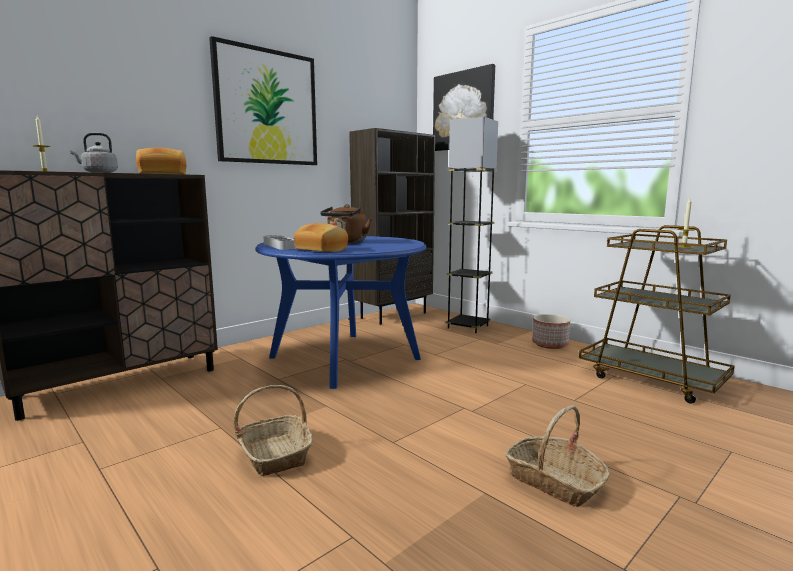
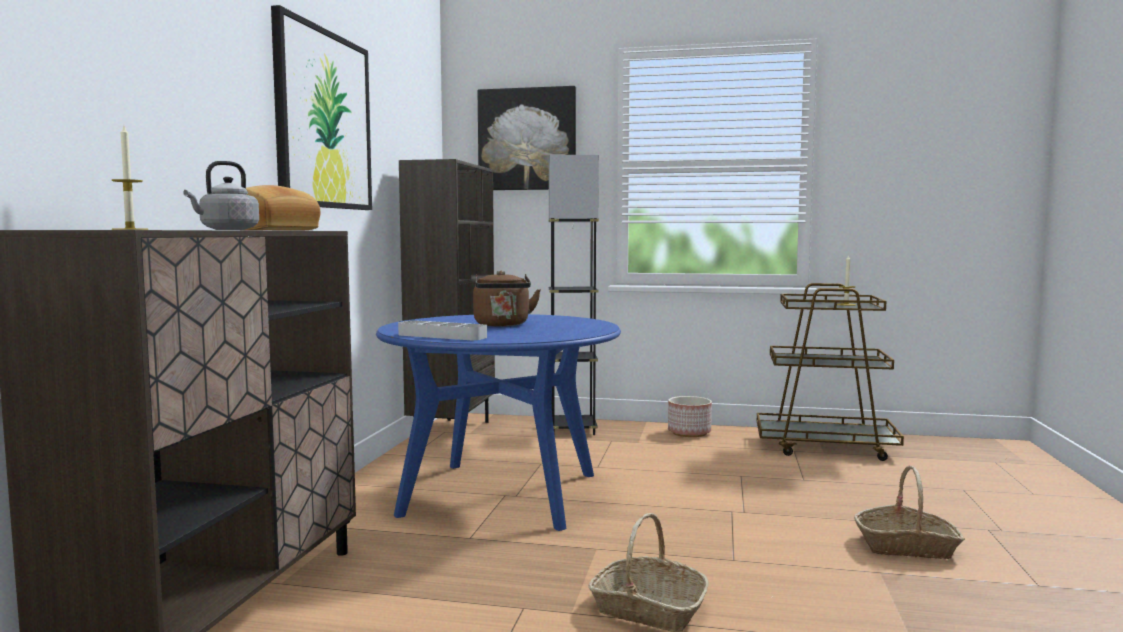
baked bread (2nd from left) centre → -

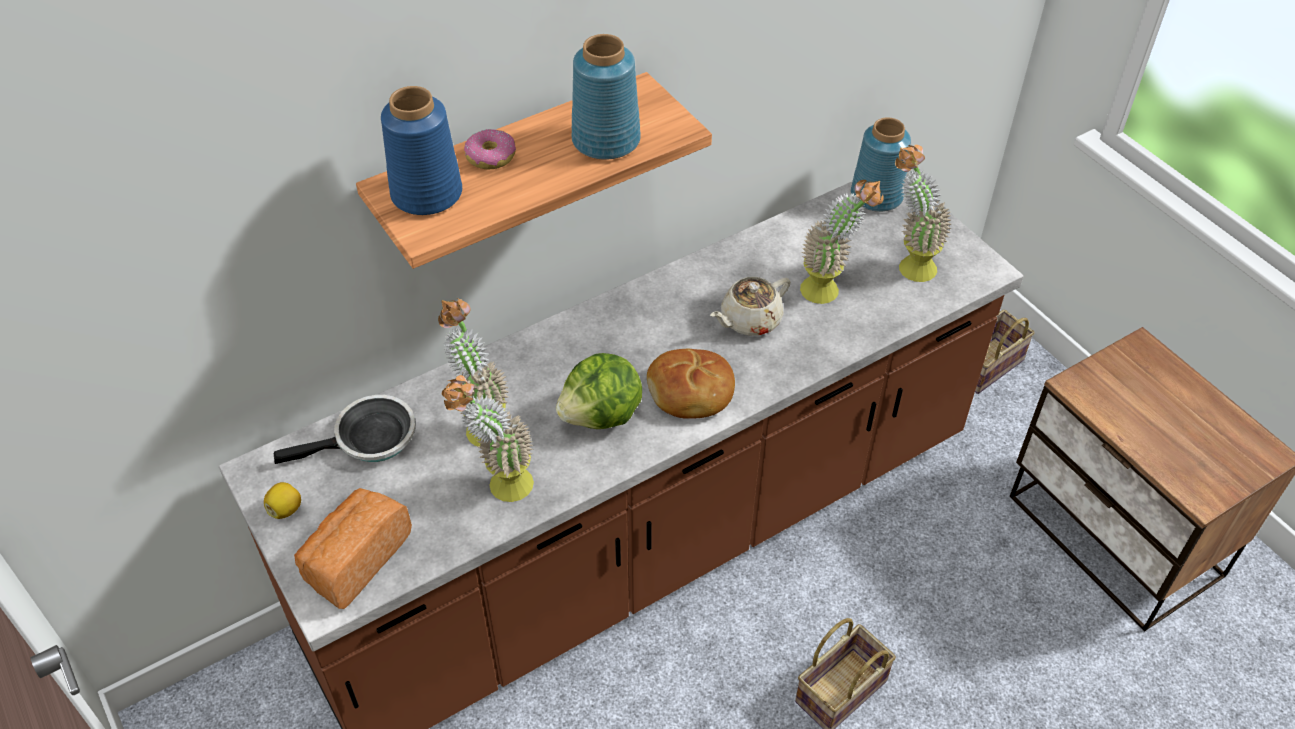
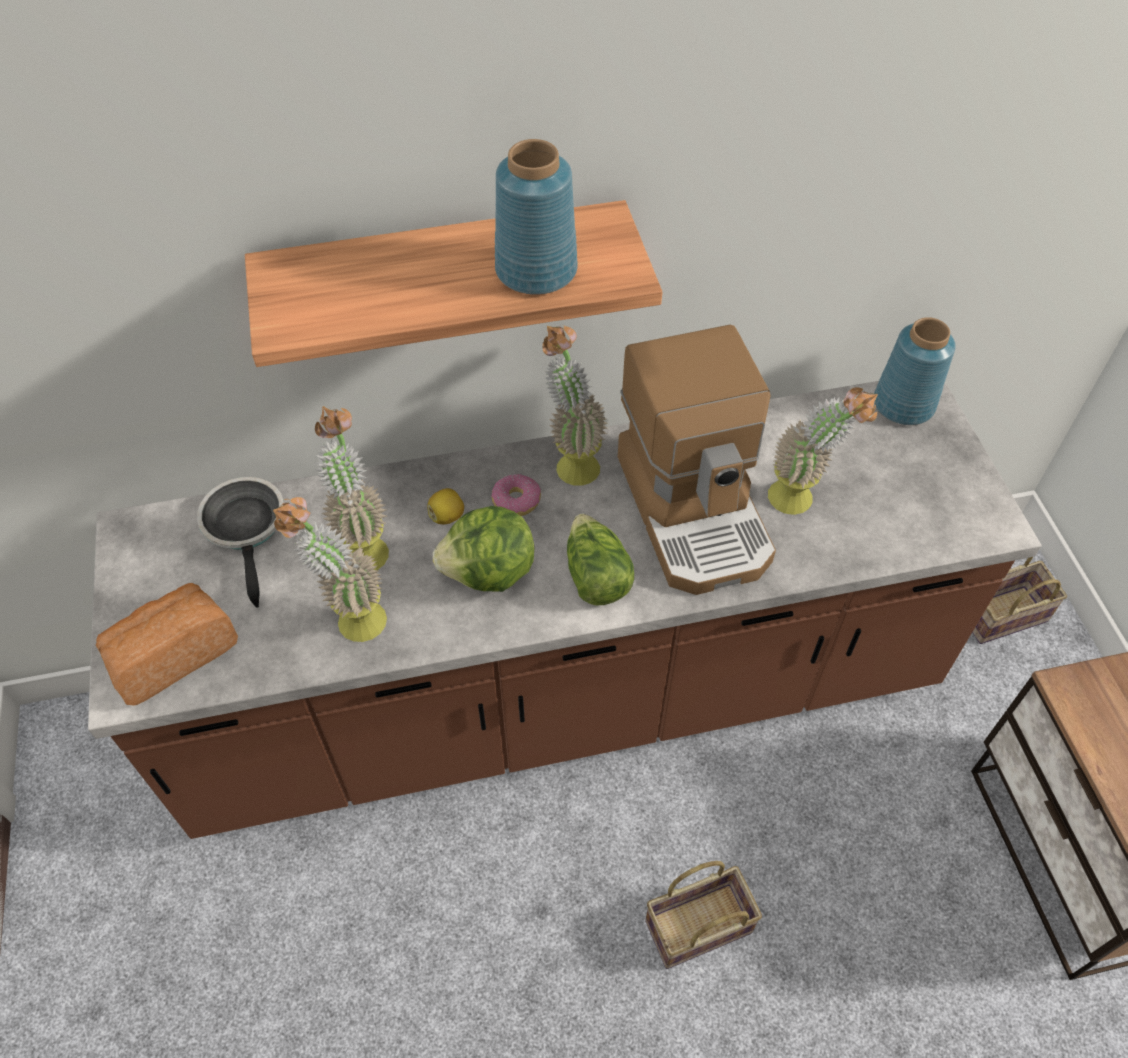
blue-coloured decorative vase (1st from left) top left → -
donut top centre → donut centre, move
houseplant (4th from left in the first image) top right → houseplant (3rd from left) centre, move
sand-coloured teapot centre → coffee maker centre
baked bread (2nd from left) centre → head of lettuce (2nd from left) centre
frying pan middle left, 105 degrees counterclockwise
citrus fruit bottom left → citrus fruit centre, move

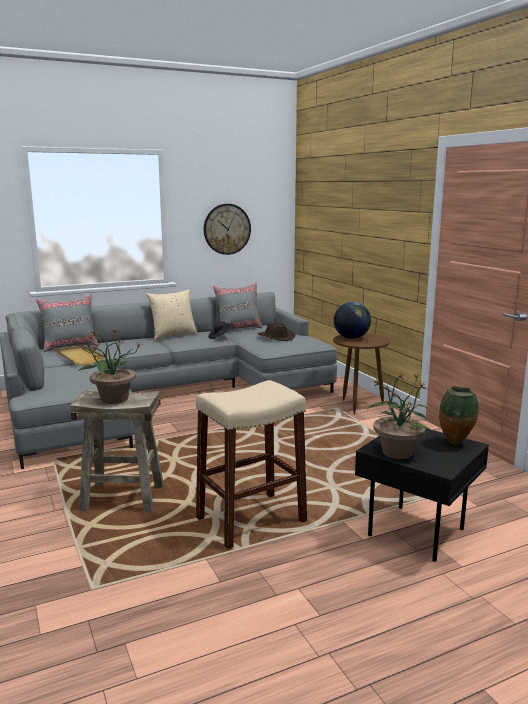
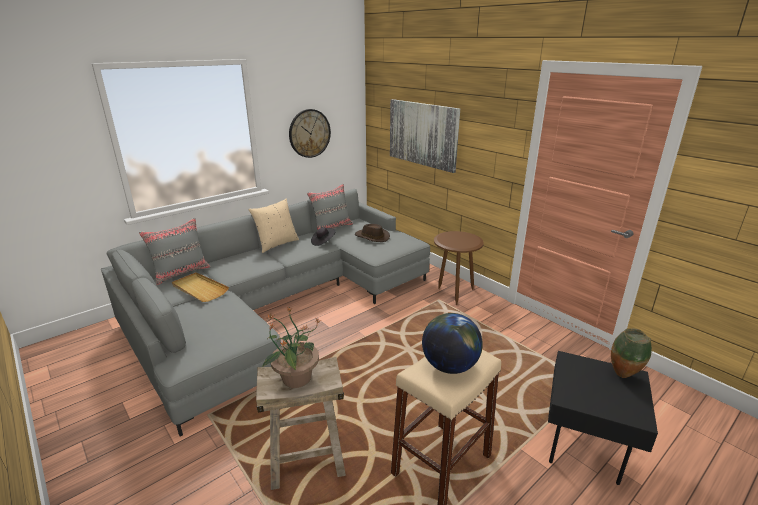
desk globe middle right → desk globe bottom centre, move
houseplant (2nd from left) middle right → -
- → picture top centre

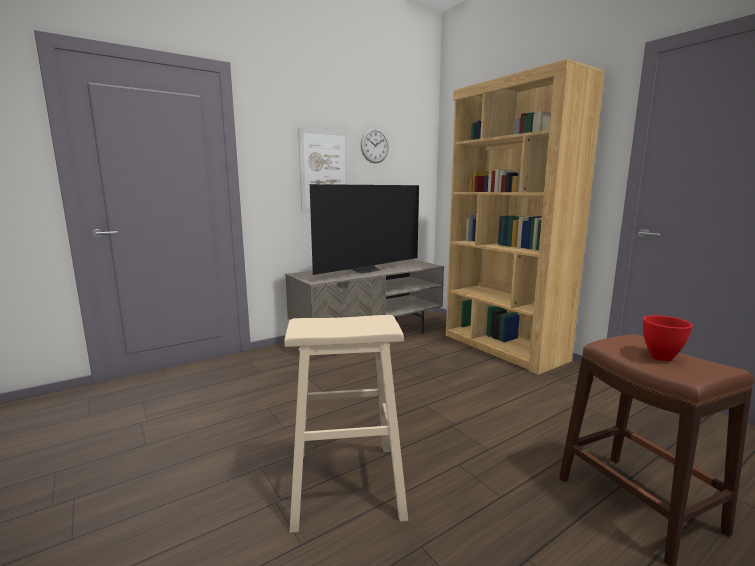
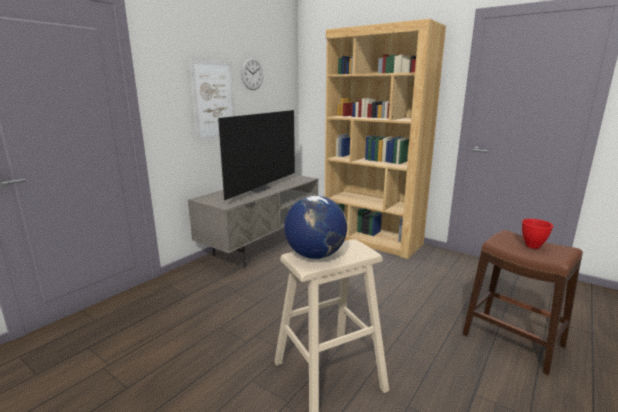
- → desk globe centre

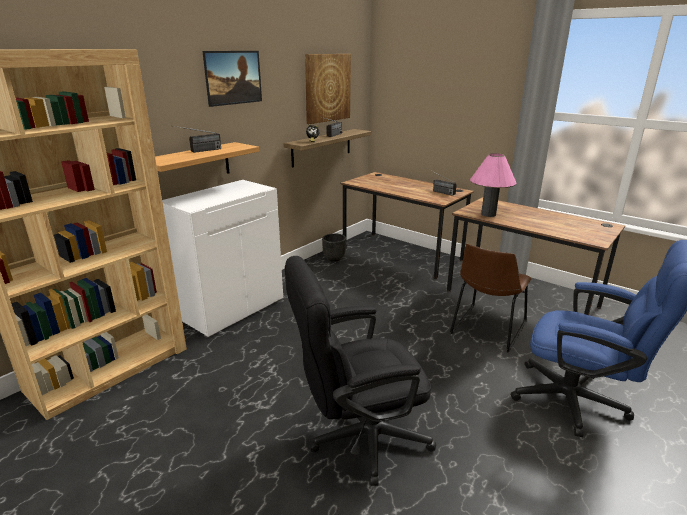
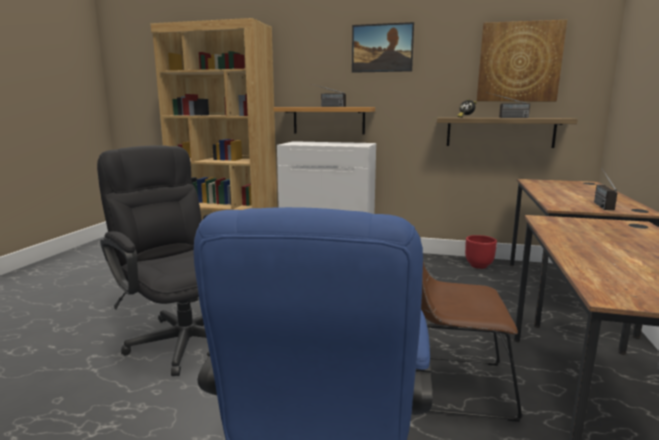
pink table lamp middle right → -
black-coloured plant pot centre → reddish plant pot middle right

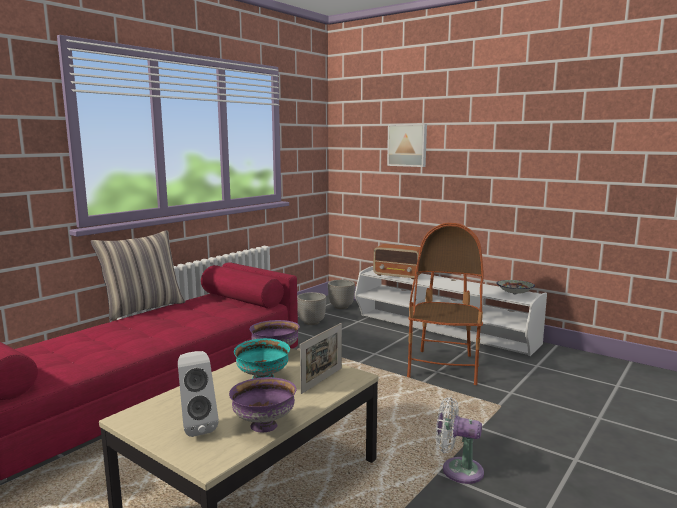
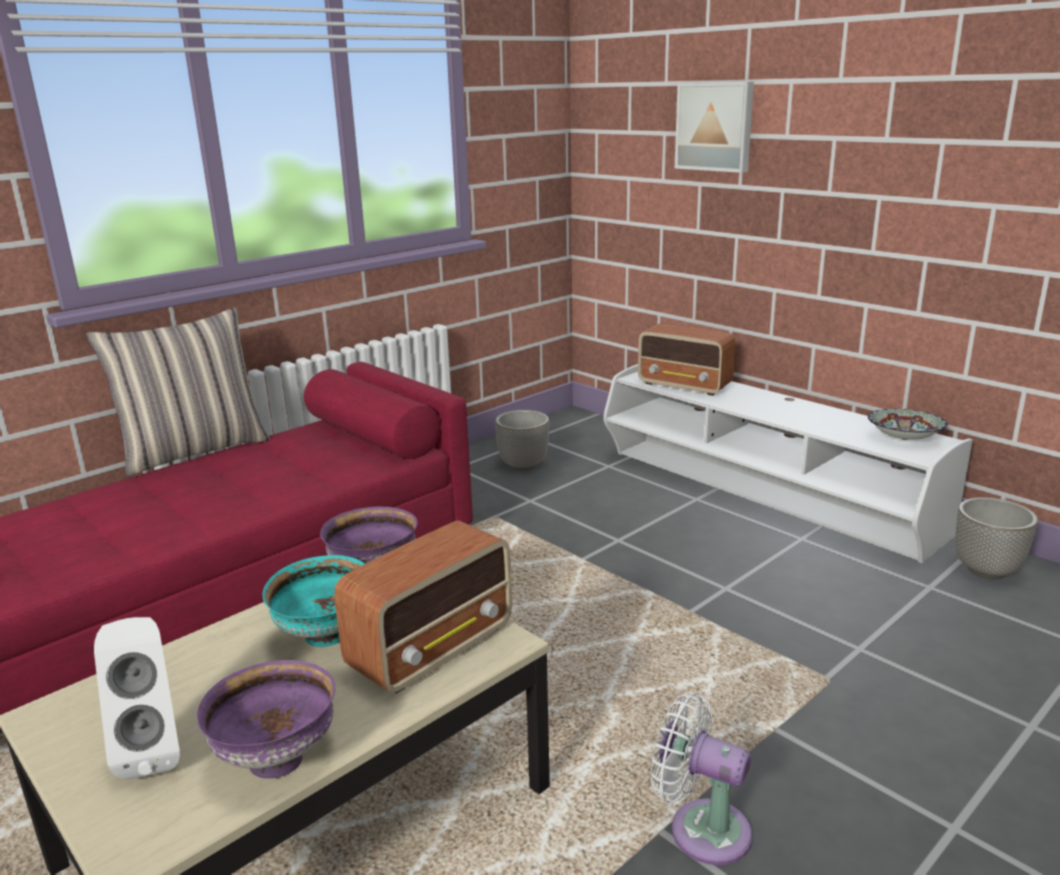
armchair centre → -
plant pot (2nd from left) centre → plant pot (2nd from left) middle right, move
standing frame bottom centre → radio set (1st from left) bottom centre

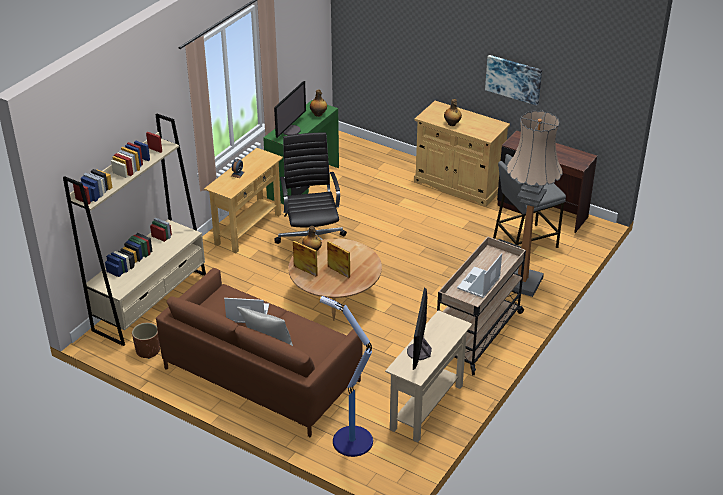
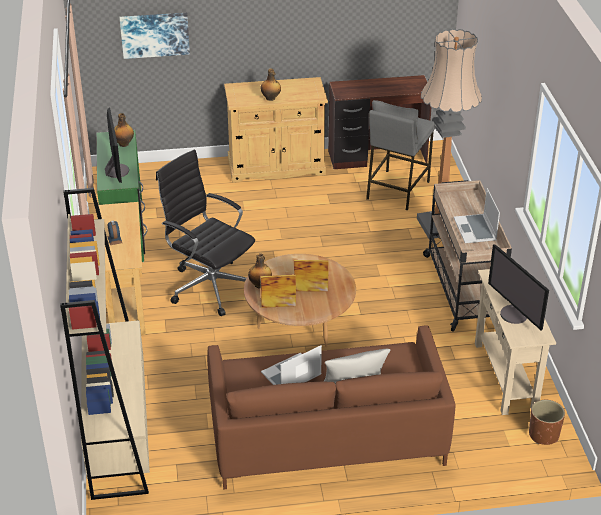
picture top right → picture top left, move
standard lamp (1st from left) bottom centre → -
brown plant pot bottom left → brown plant pot bottom right, move

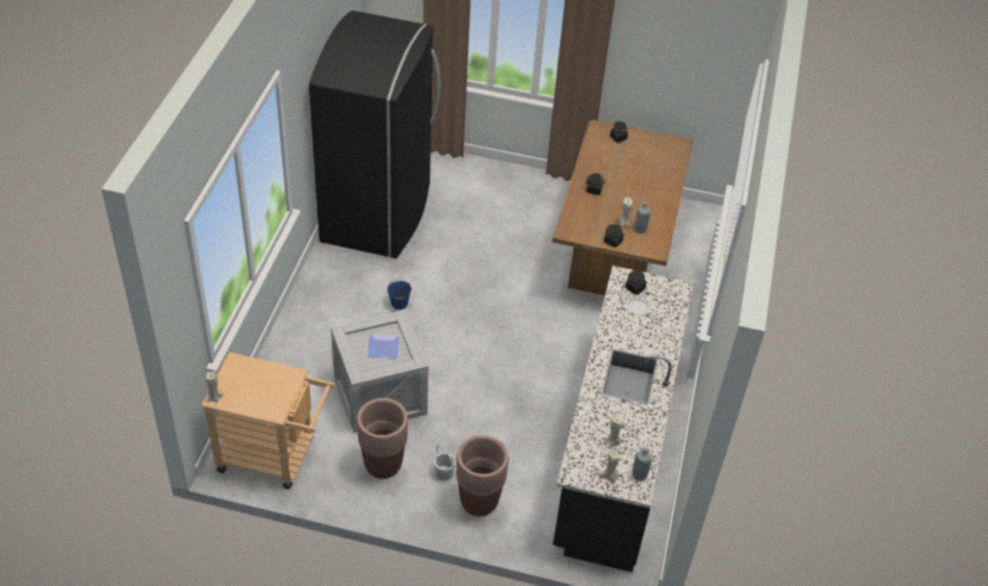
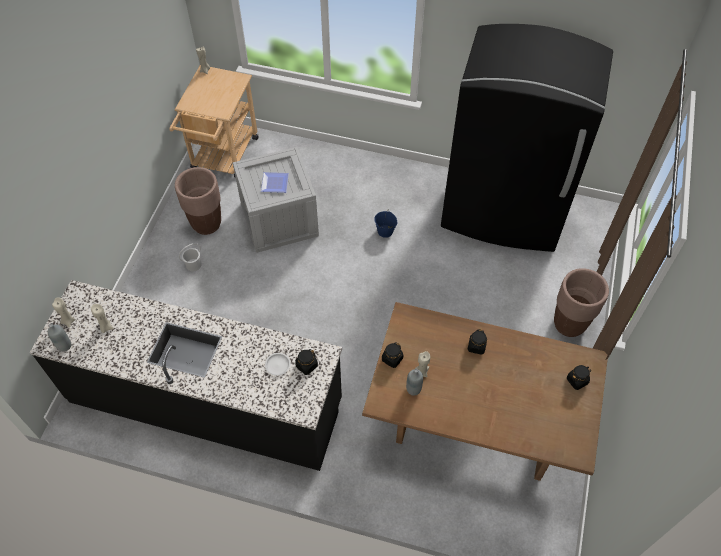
brown plant pot (2nd from left) bottom centre → brown plant pot (2nd from left) middle right, move

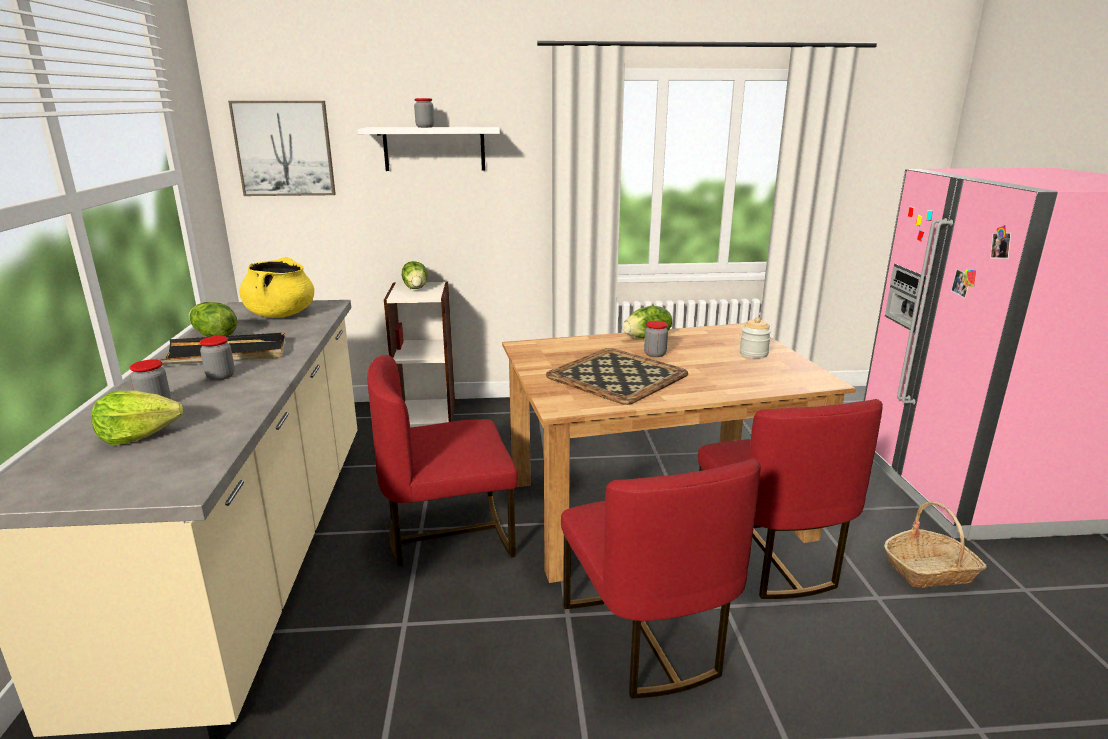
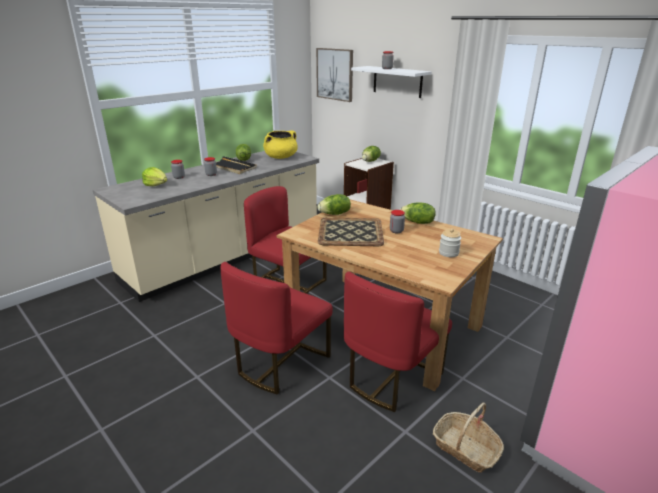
- → head of lettuce (3rd from left) centre

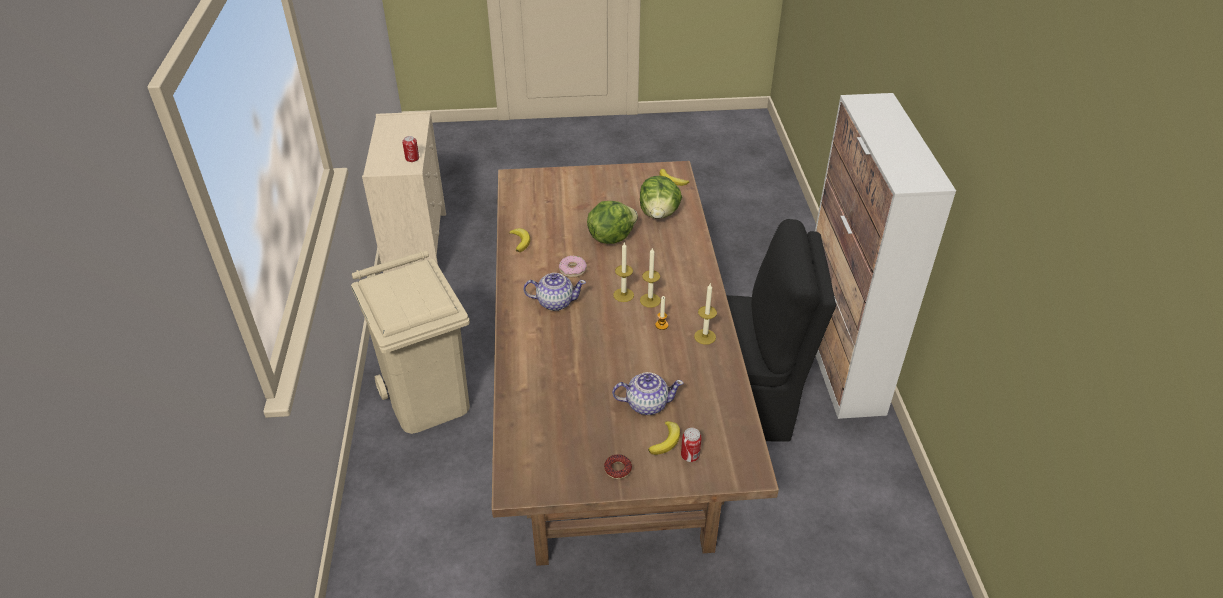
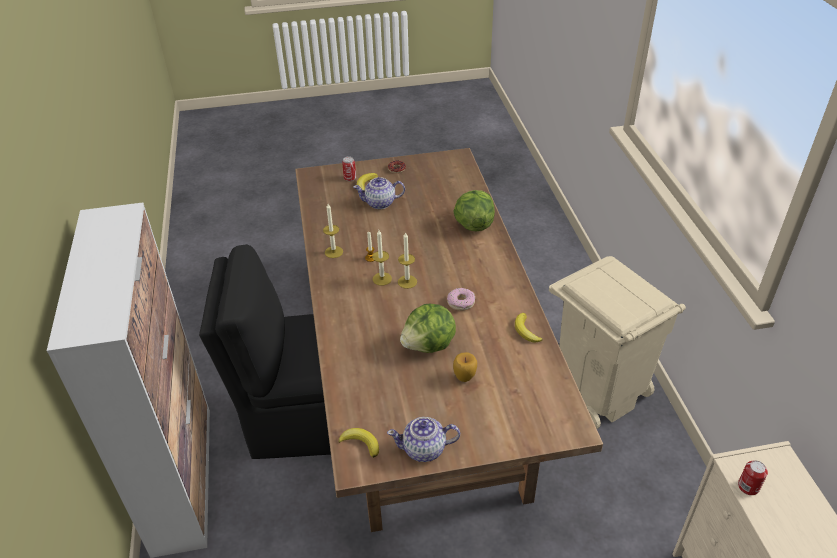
head of lettuce (2nd from left) top centre → head of lettuce (2nd from left) centre, move
teapot (1st from left in the first image) centre → teapot (2nd from left) bottom centre, move
- → apple centre

